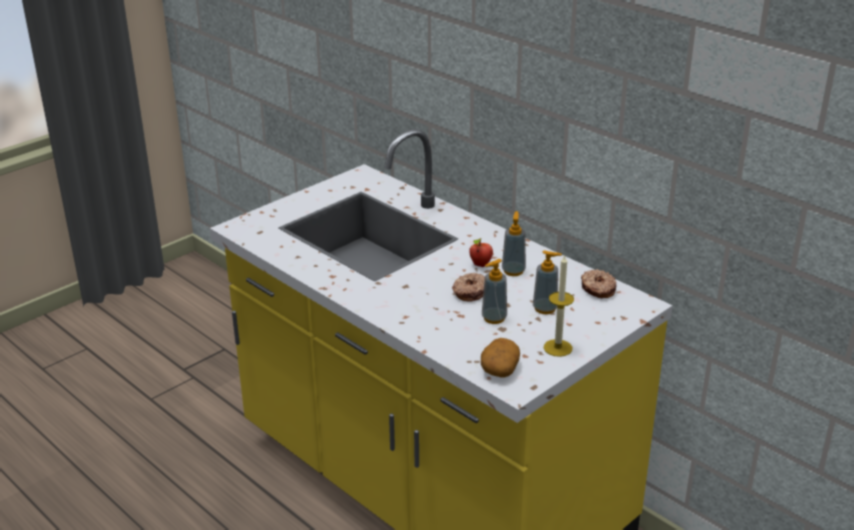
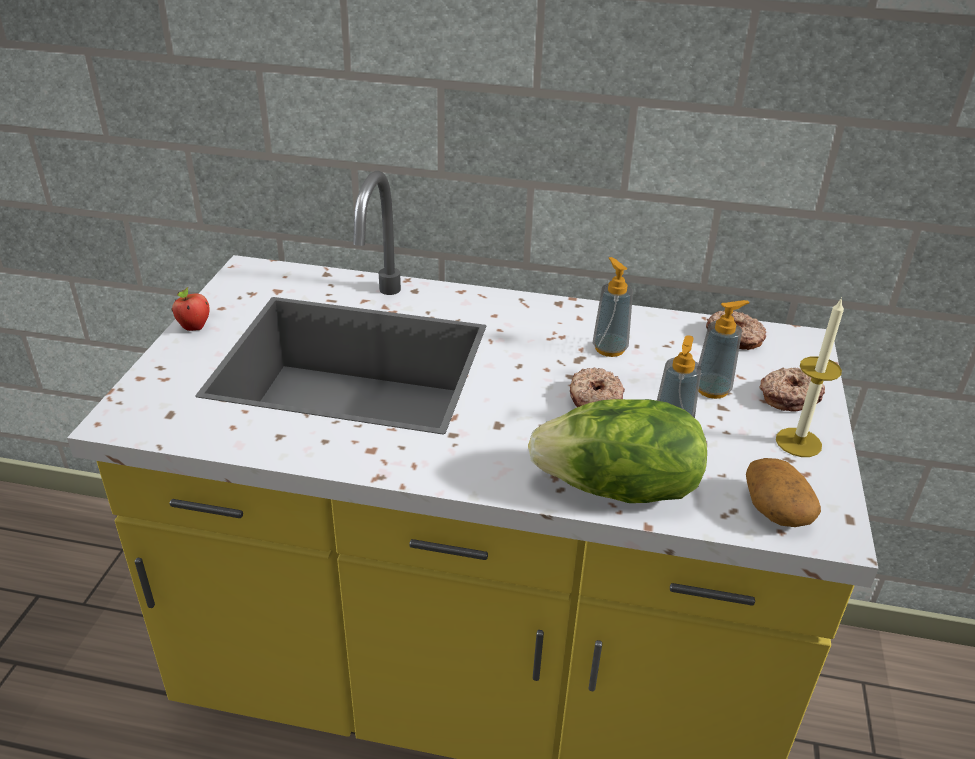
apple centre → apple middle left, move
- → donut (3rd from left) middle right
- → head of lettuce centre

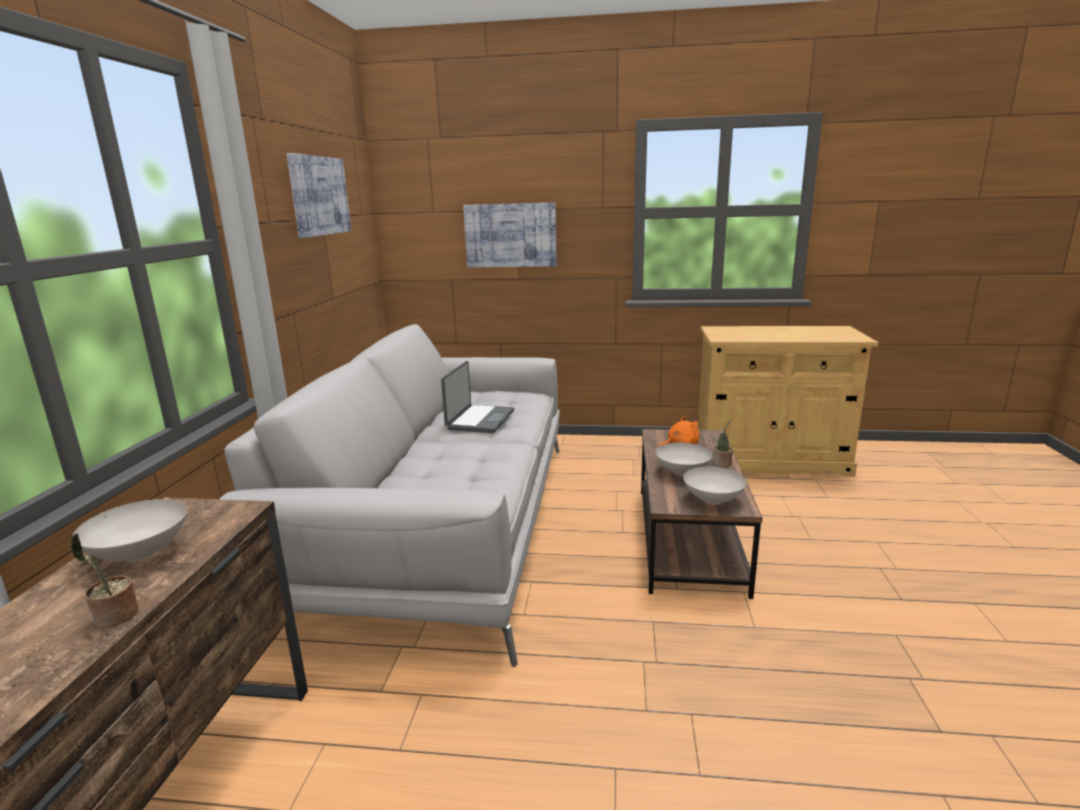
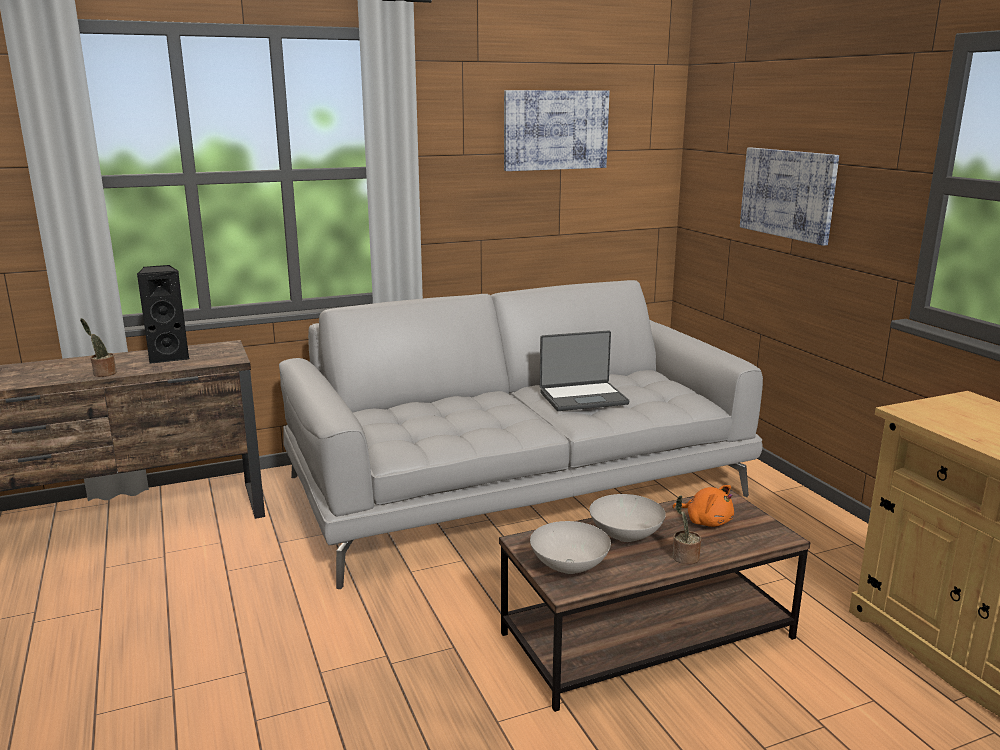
whitish deep dish (1st from left) middle left → black-coloured audio speaker middle left

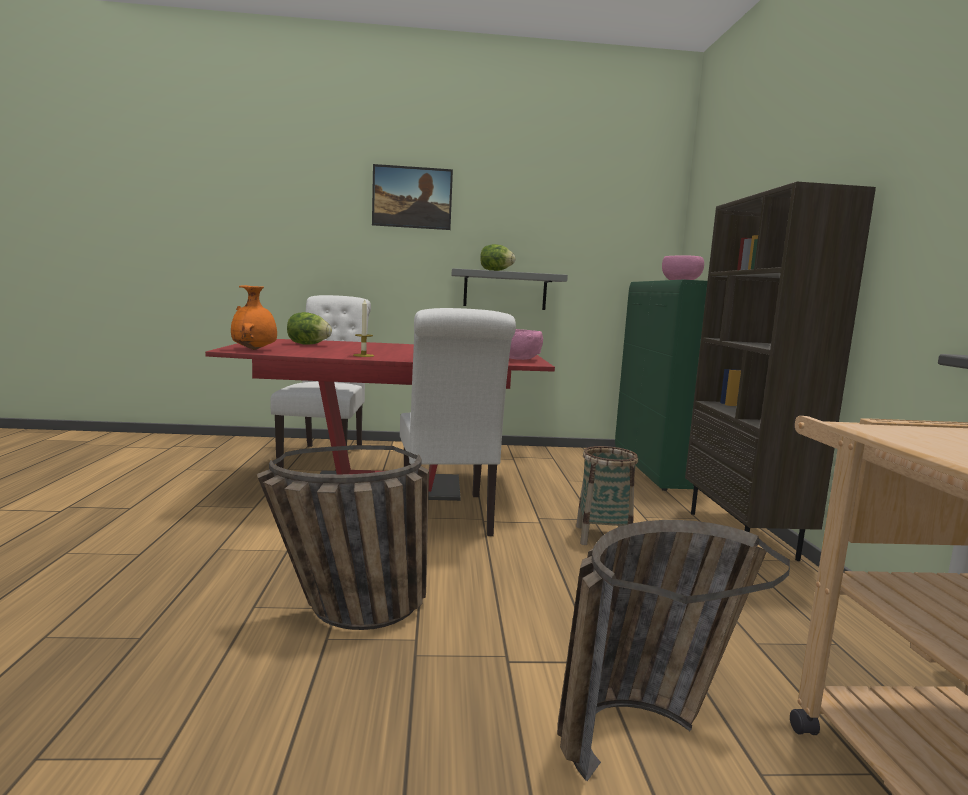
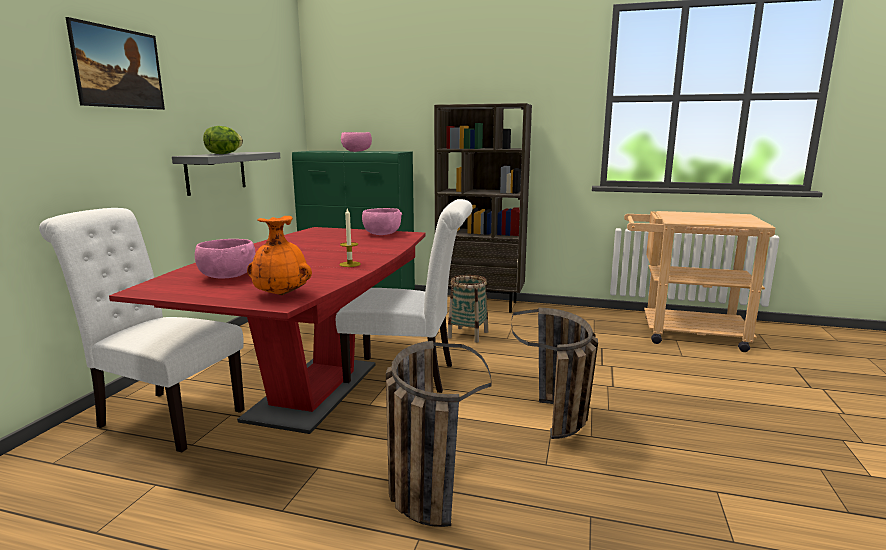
head of lettuce (1st from left) middle left → pink deep dish (1st from left) middle left
household basket (3rd from left in the first image) bottom right → household basket (1st from left) bottom centre, move

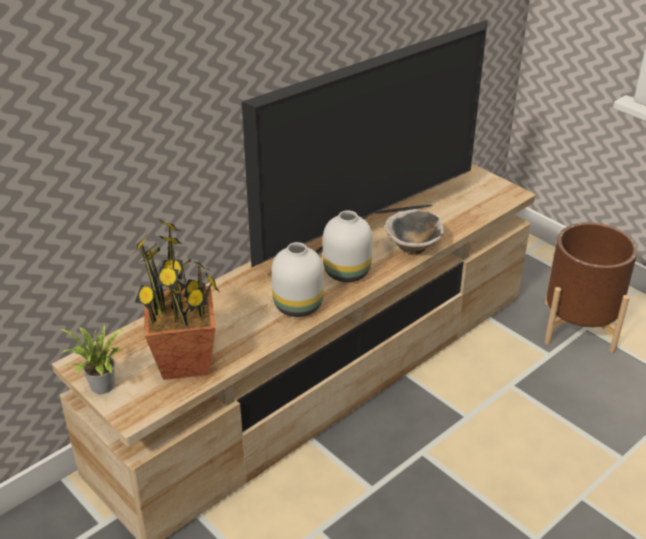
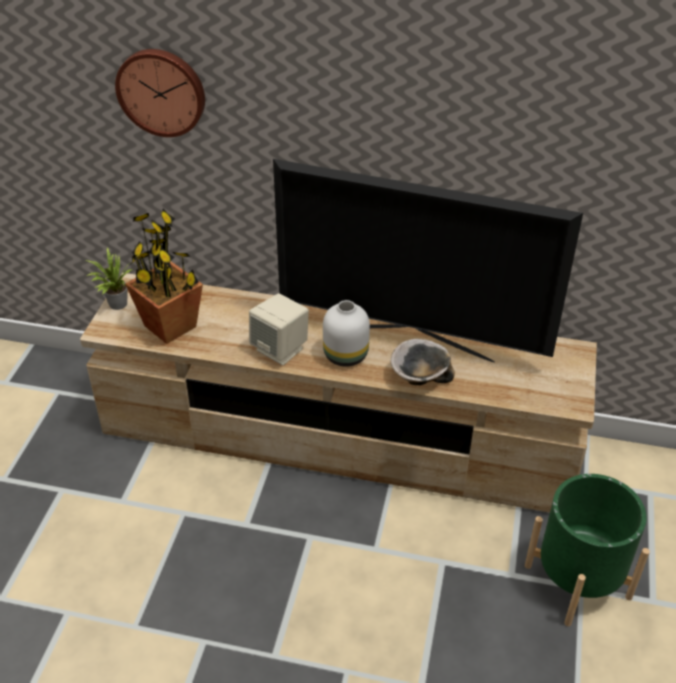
brown plant pot middle right → green plant pot bottom right
whitish decorative vase (1st from left) centre → sand-coloured audio speaker centre
- → hanging clock top left

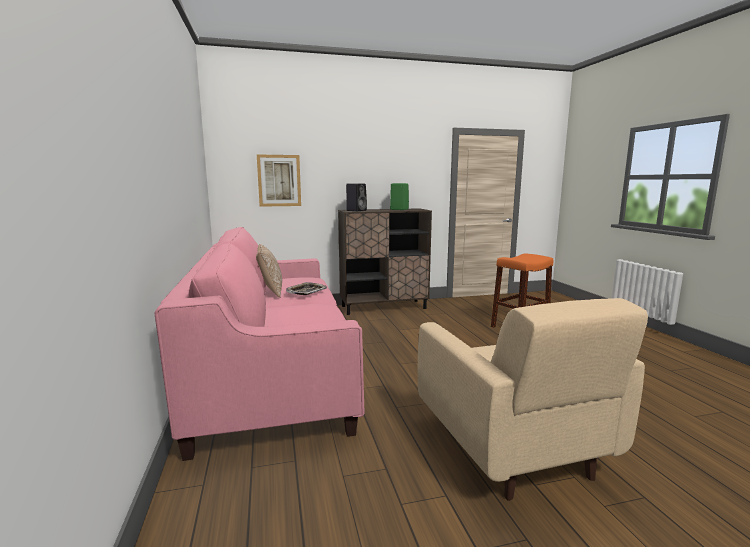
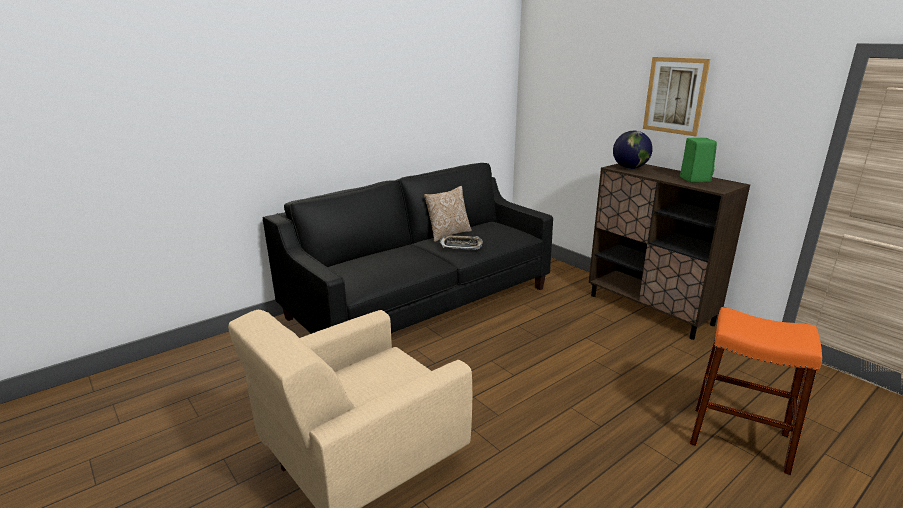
picture top centre → picture top right, move
black-coloured audio speaker centre → desk globe top right
pink couch centre → black-coloured couch centre

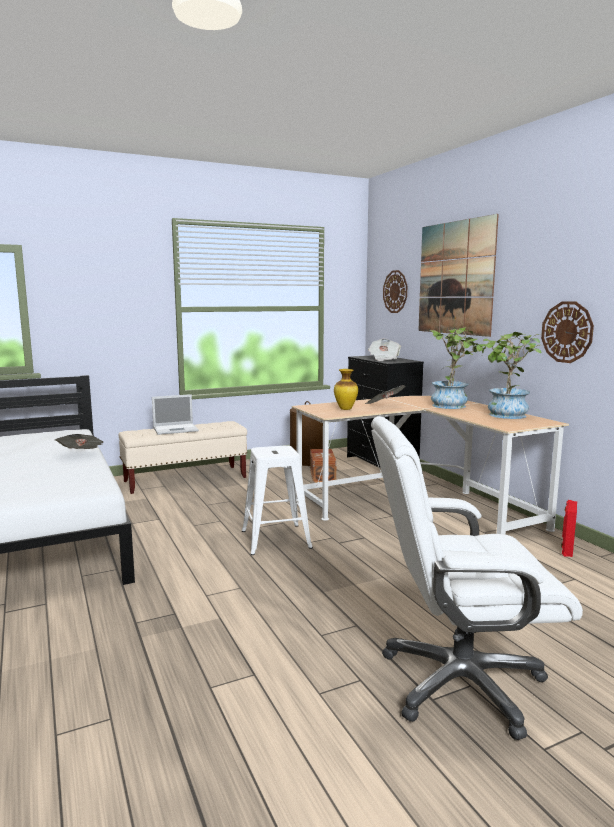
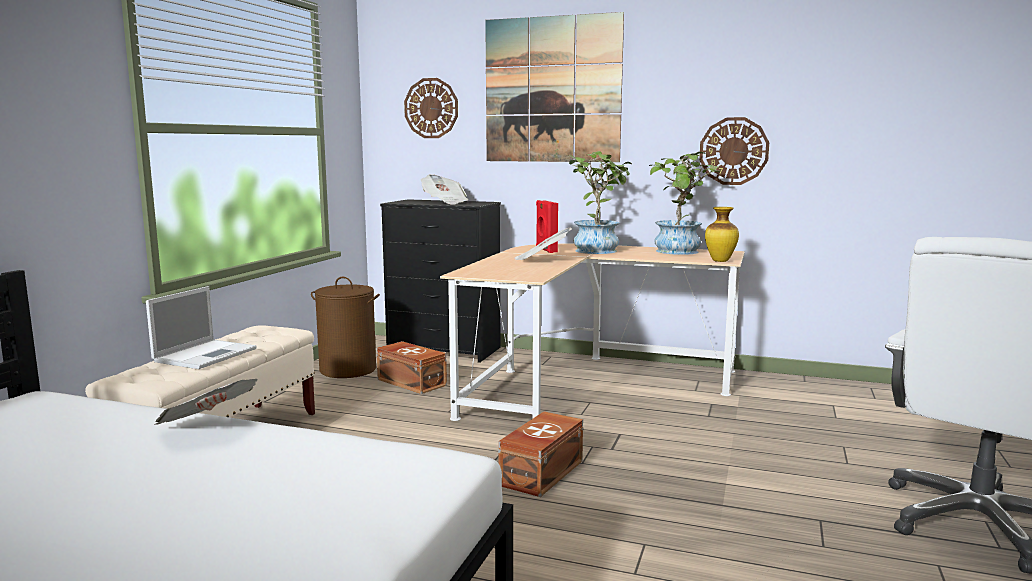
decorative vase centre → decorative vase middle right, move
whitish stool seat centre → brown storage bin (2nd from left) bottom centre
reddish audio speaker middle right → reddish audio speaker centre, move

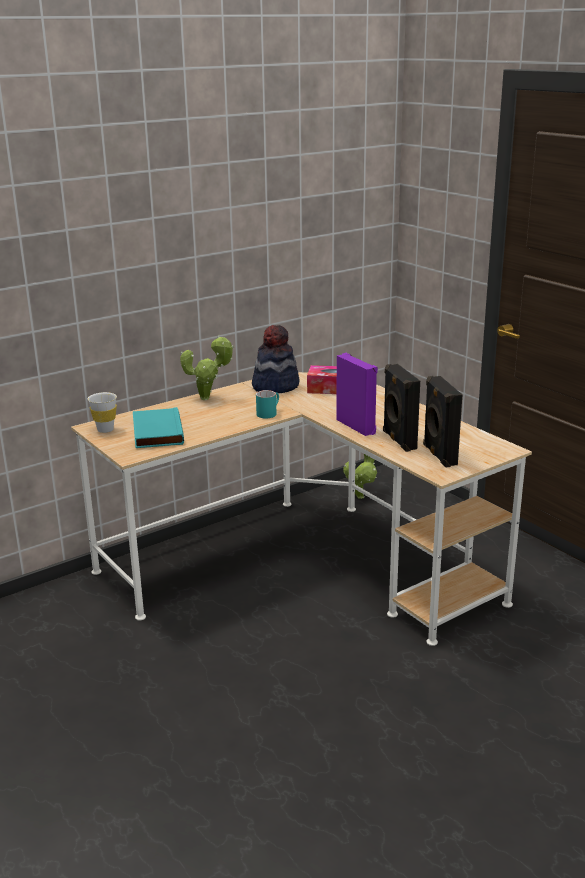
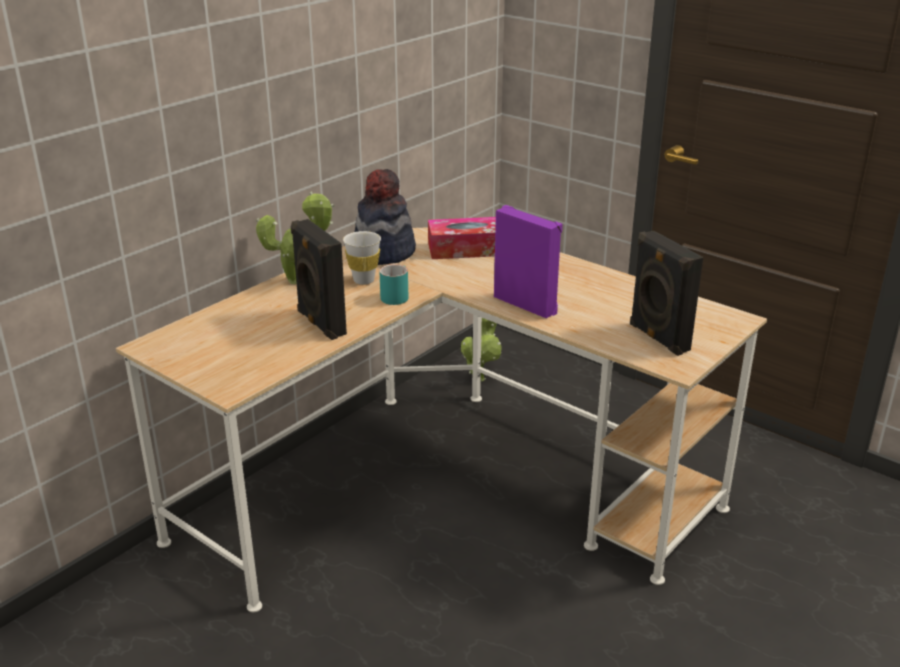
black-coloured audio speaker (1st from left) middle right → black-coloured audio speaker (1st from left) centre, move
whitish cup middle left → whitish cup centre, move
turquoise volume middle left → -

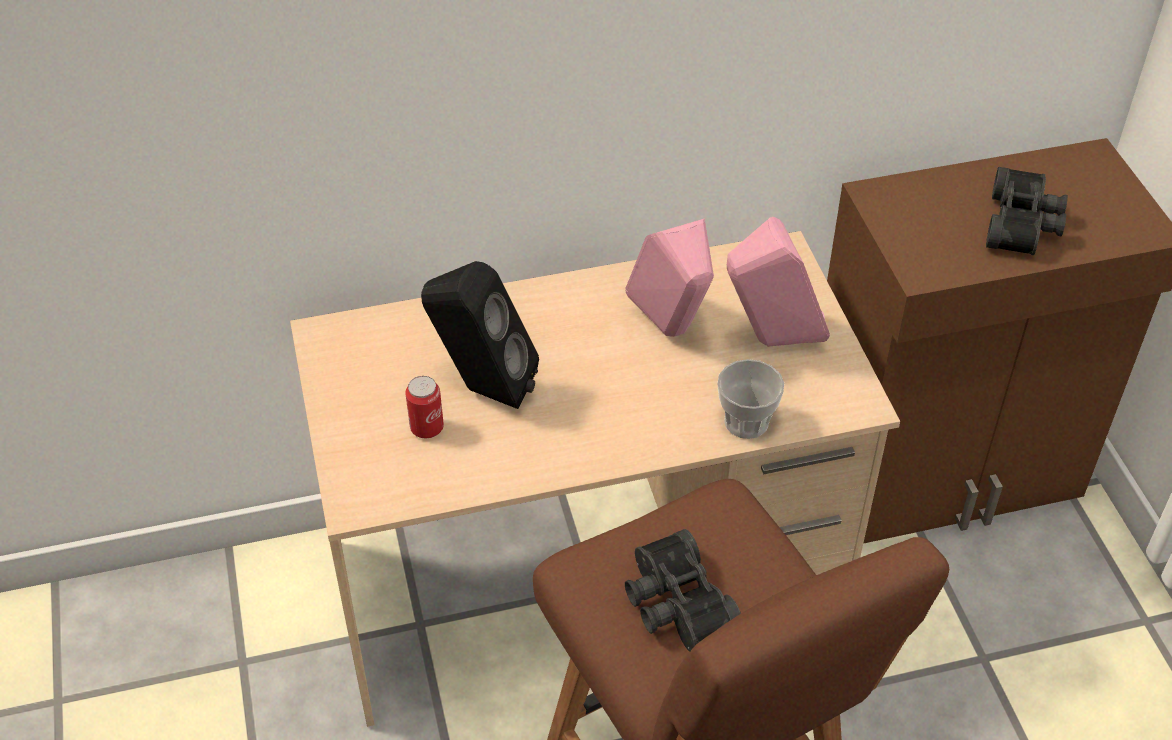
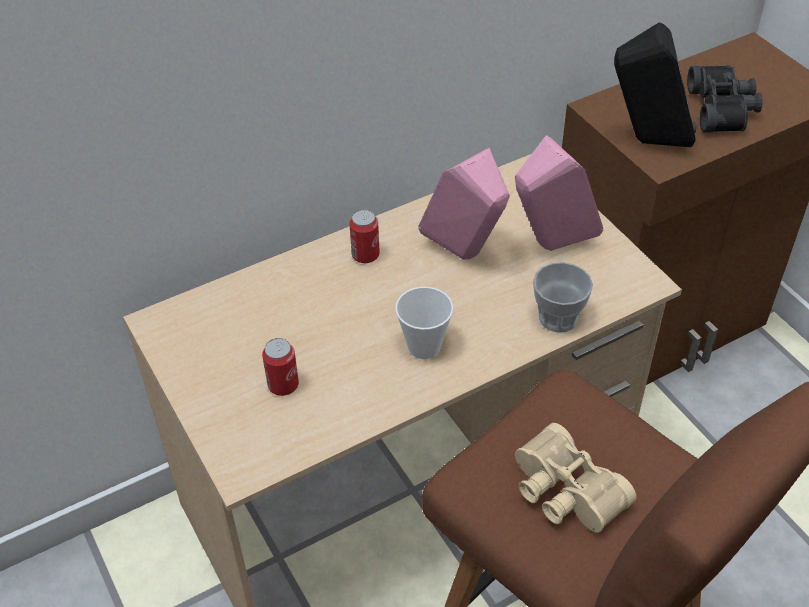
black-coloured audio speaker centre → black-coloured audio speaker top right, move
black-coloured field glasses (1st from left) bottom centre → sand-coloured field glasses bottom right
- → sealed can (2nd from left) centre
- → cup (1st from left) centre

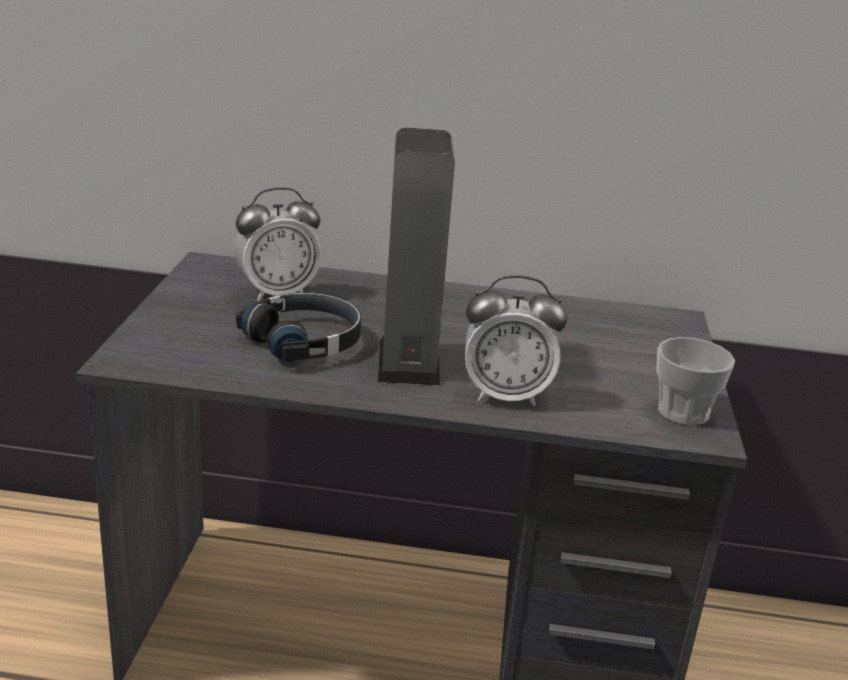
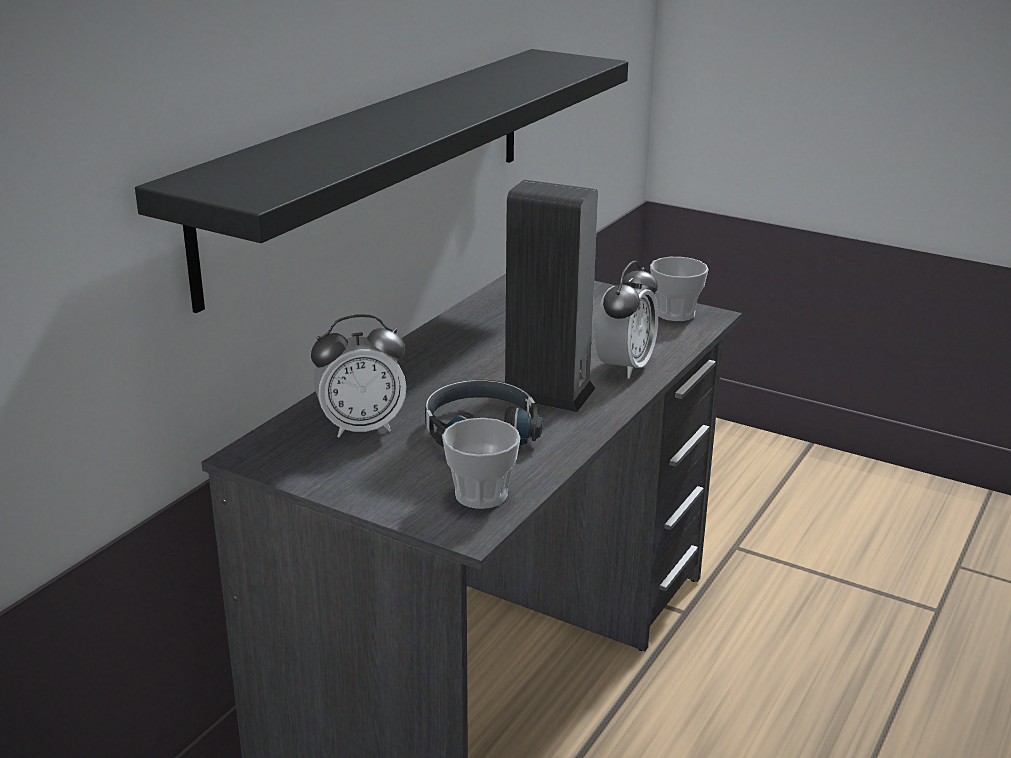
bedside clock (1st from left) middle left → bedside clock (1st from left) centre, 75 degrees clockwise
- → black-coloured bracket shelf top centre
- → cup (1st from left) centre

